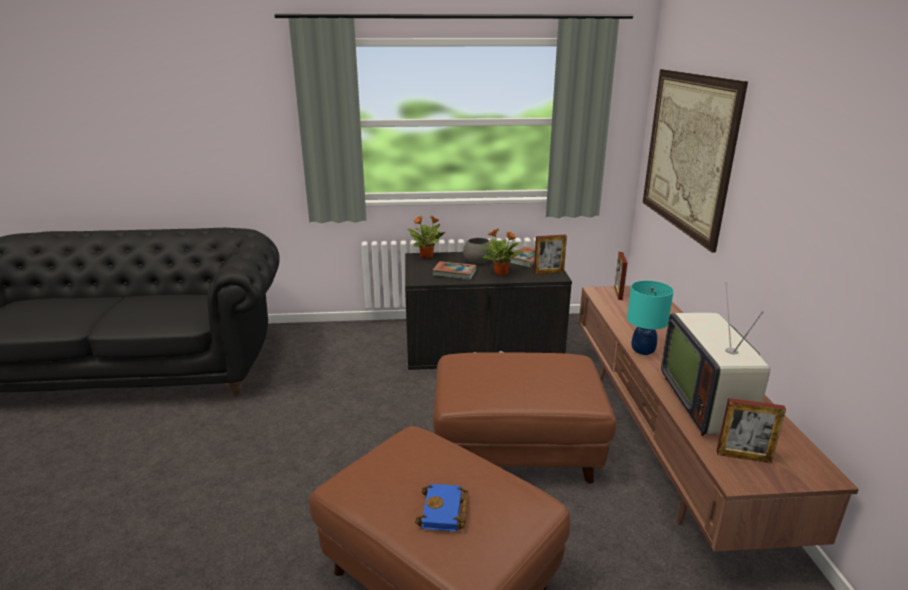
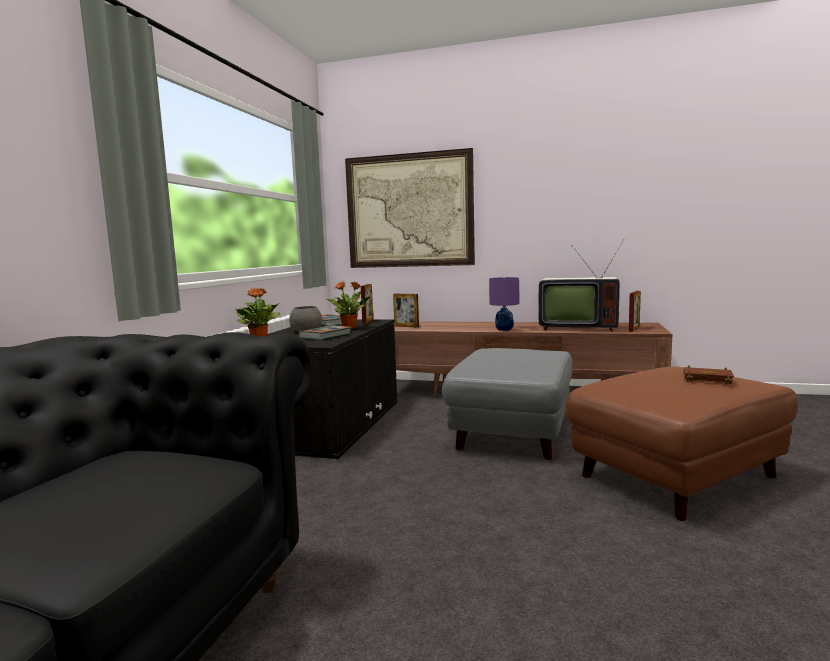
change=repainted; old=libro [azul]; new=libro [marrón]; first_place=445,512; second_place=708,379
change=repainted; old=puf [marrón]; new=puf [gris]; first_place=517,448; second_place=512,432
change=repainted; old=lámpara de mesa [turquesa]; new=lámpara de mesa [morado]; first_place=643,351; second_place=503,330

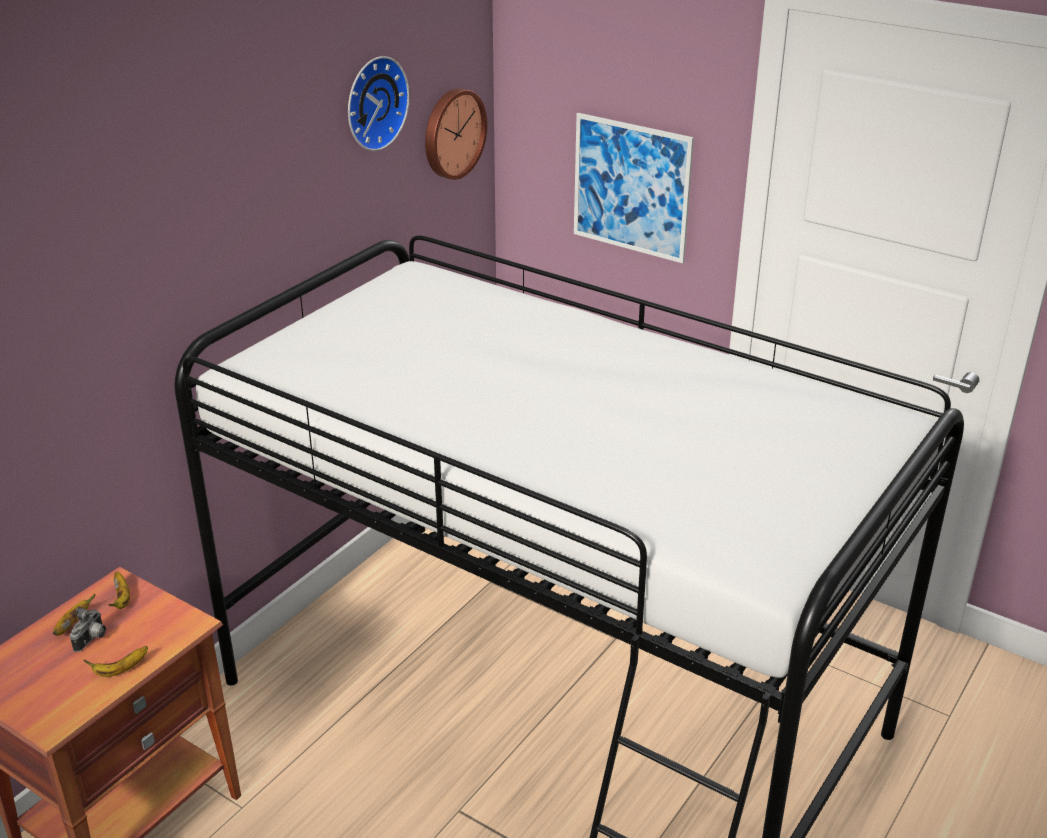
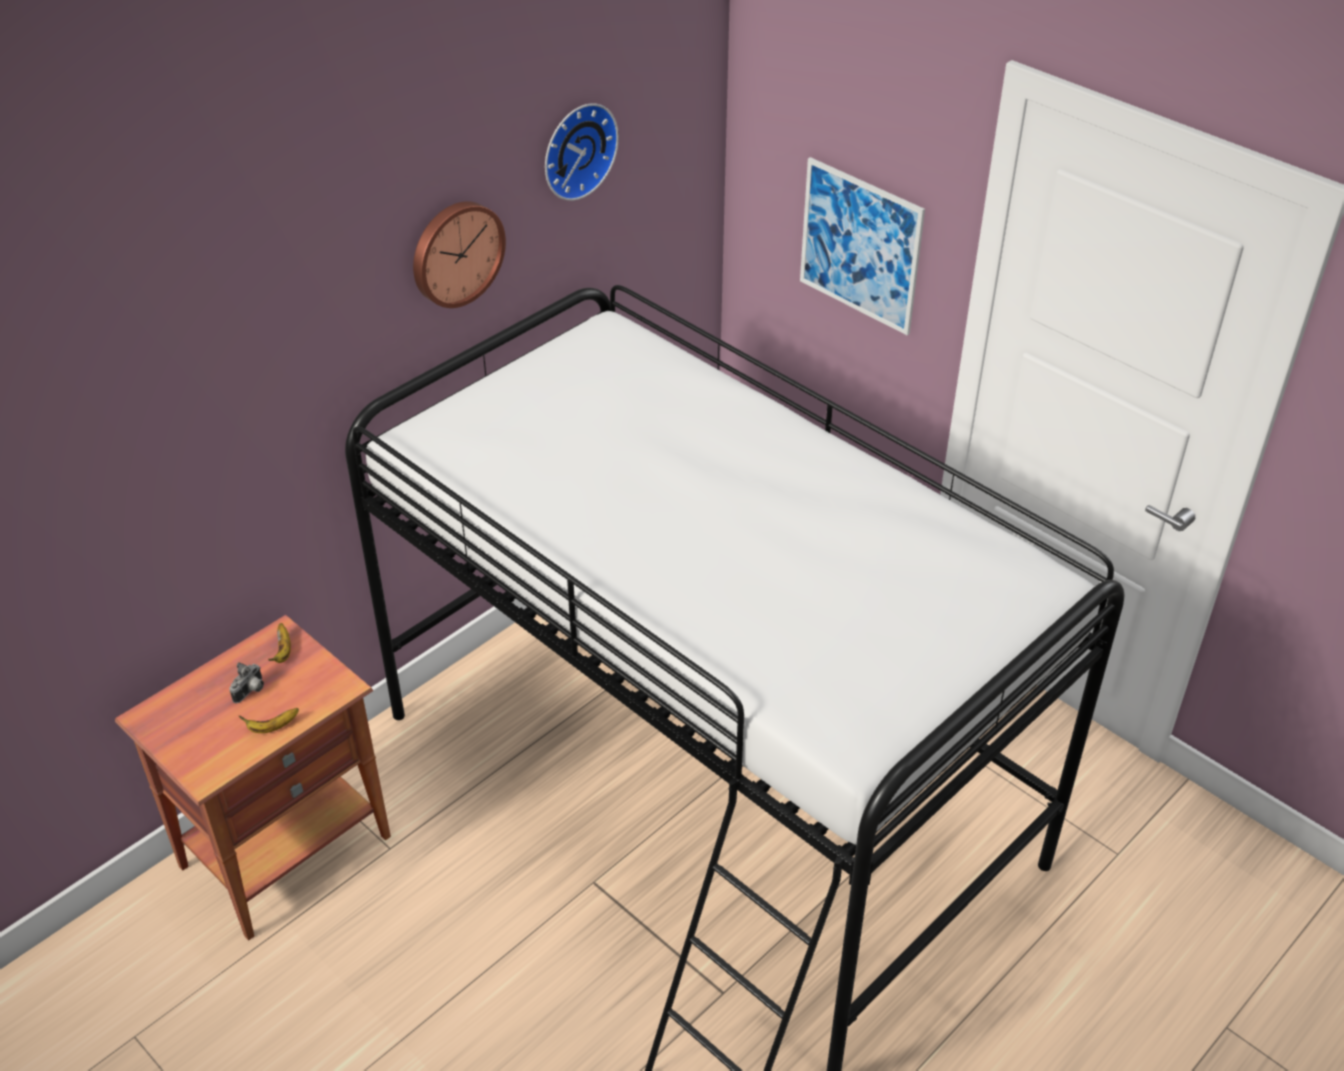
change=gone; old=plátano; first_place=72,624
change=shifted; old=reloj de pared; first_place=452,133; second_place=455,252

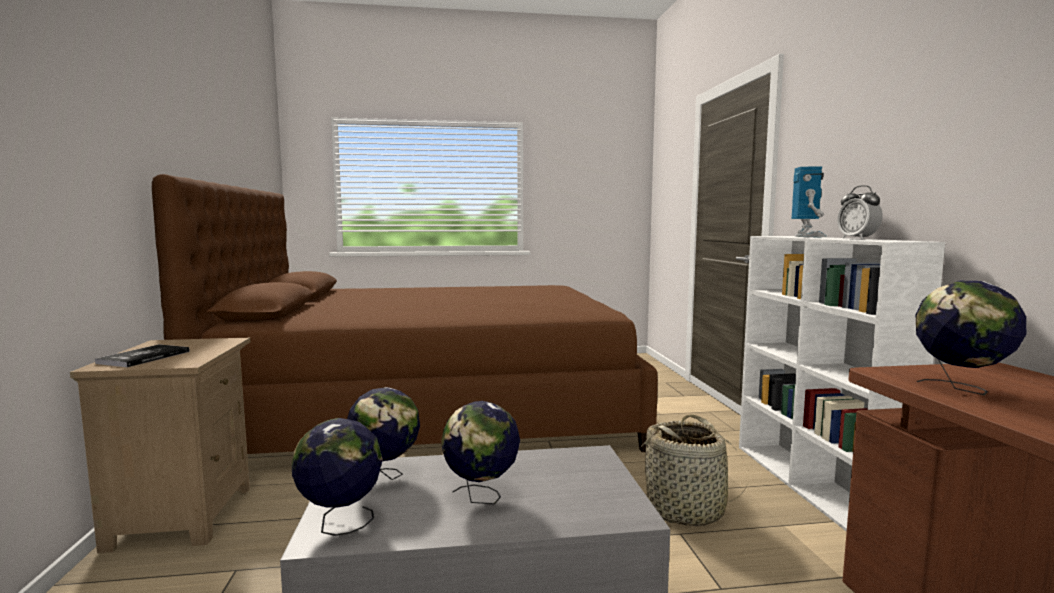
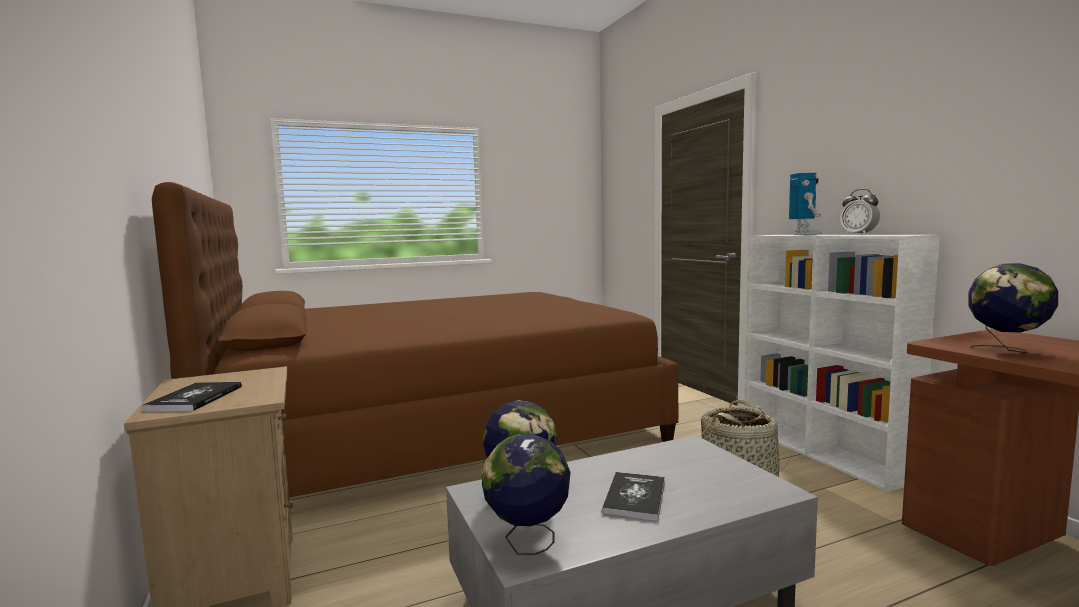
change=swapped; old=globo terráqueo; new=libro; first_place=481,498; second_place=635,497

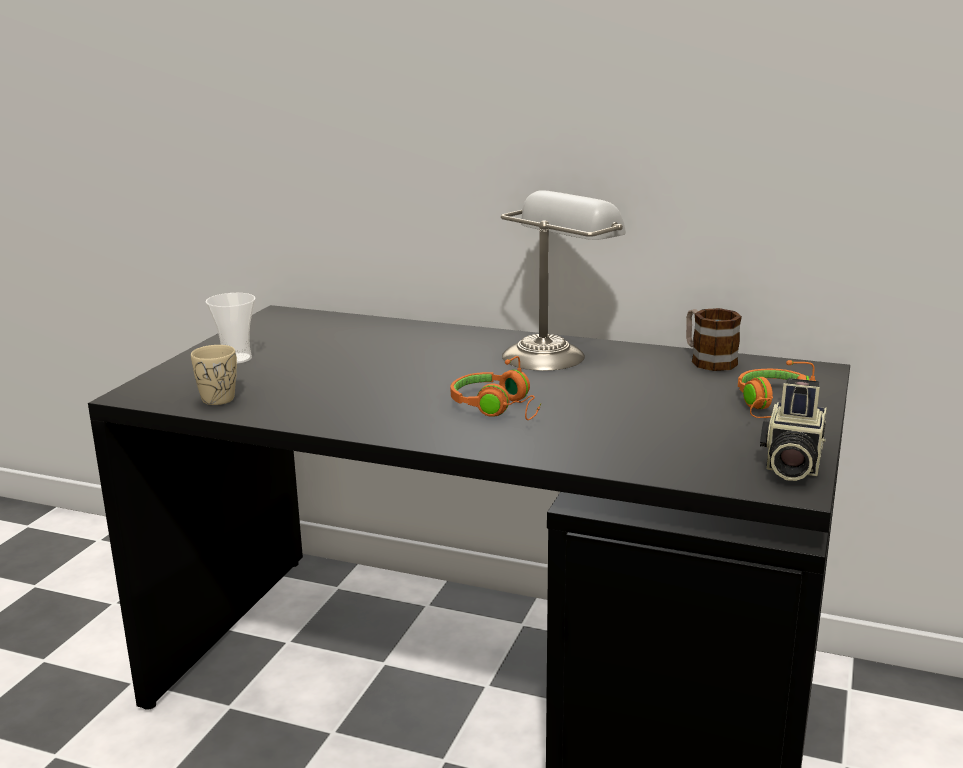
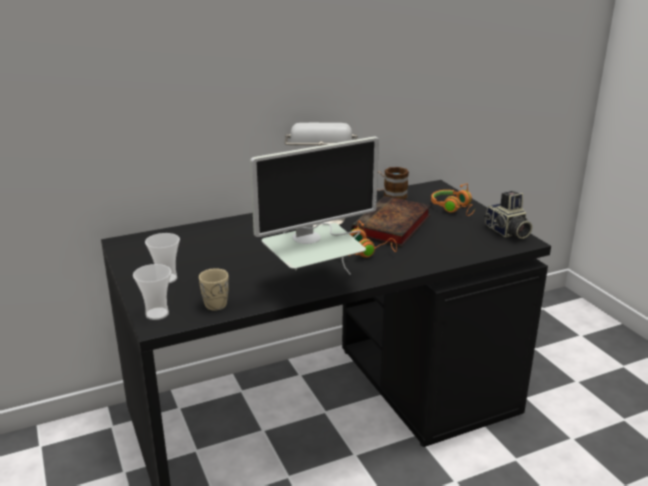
change=new; new=taza; second_place=157,314
change=new; new=monitor; second_place=313,284
change=new; new=libro; second_place=392,227

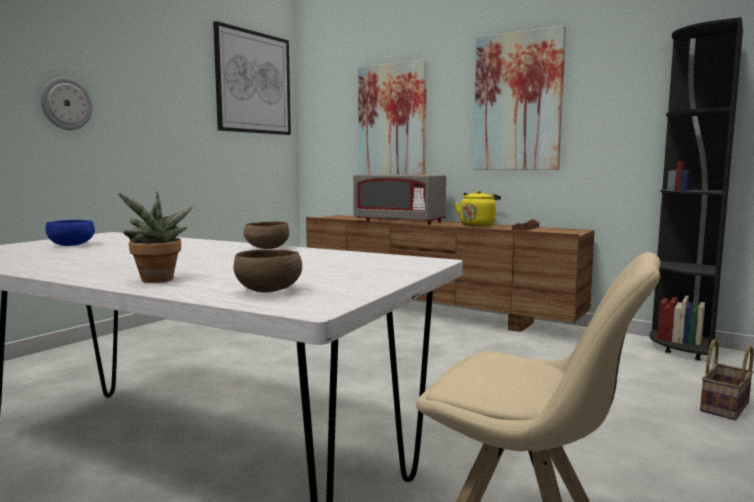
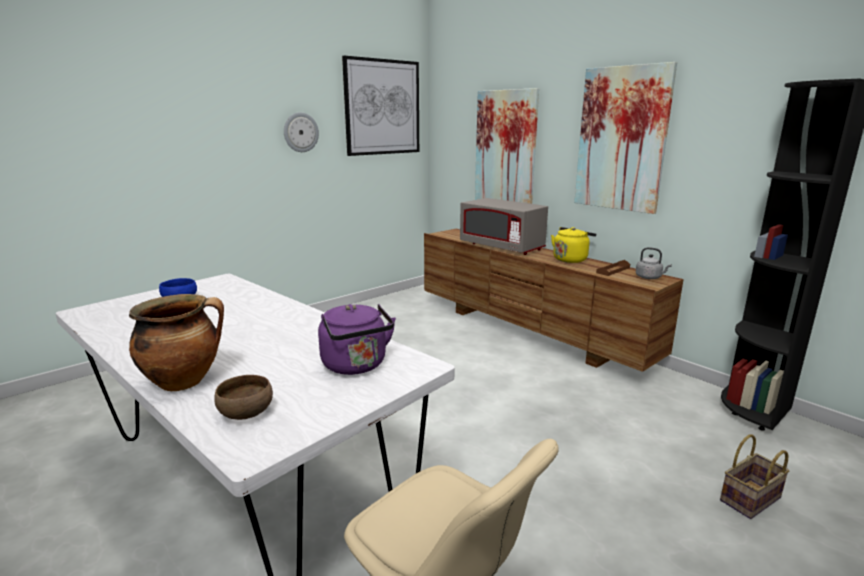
change=gone; old=cuenco [marrón]; first_place=266,248
change=new; new=hervidor [morado]; second_place=356,366
change=new; new=hervidor [gris]; second_place=649,277
change=shifted; old=reloj de pared; first_place=66,104; second_place=300,132
change=swapped; old=planta en maceta; new=olla; first_place=157,281; second_place=185,381

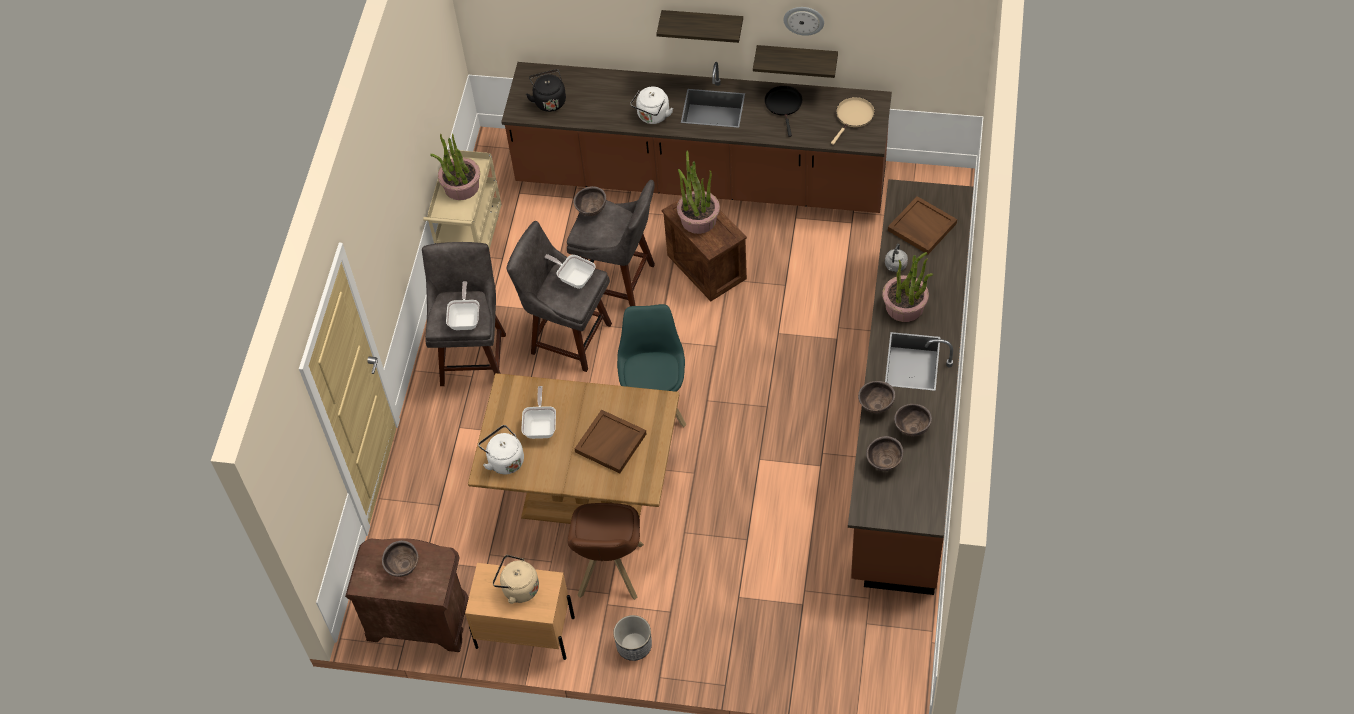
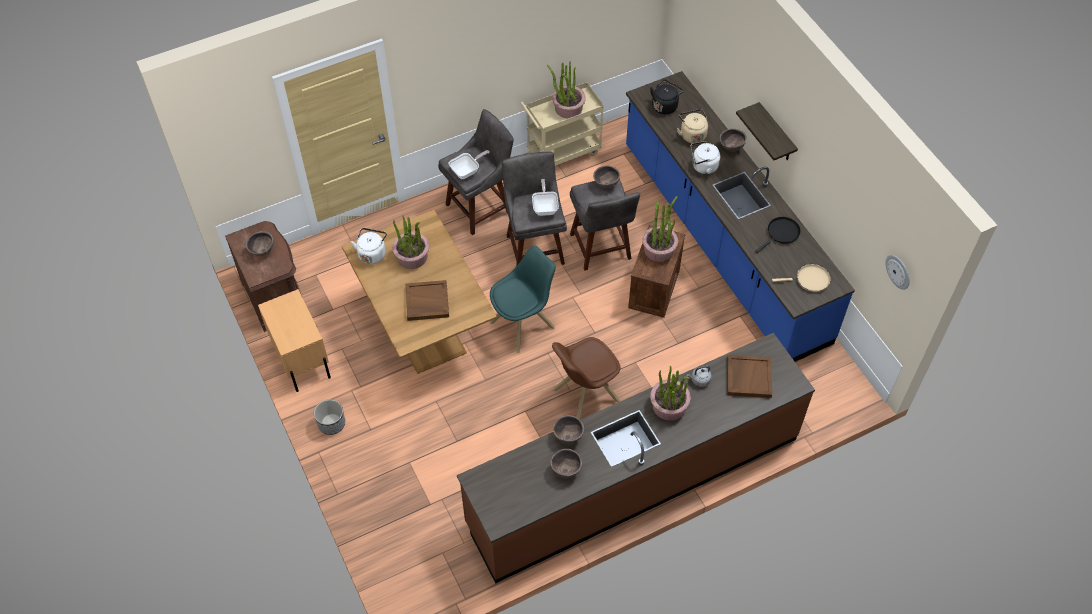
change=gone; old=estante; first_place=797,59
change=shifted; old=hervidor [beis]; first_place=518,588; second_place=692,134
change=shifted; old=silla [marrón]; first_place=609,570; second_place=584,394
change=shifted; old=reloj de pared; first_place=804,20; second_place=898,271
change=shifted; old=cuenco [marrón]; first_place=884,463; second_place=731,148
change=swapped; old=sartén; new=planta en maceta; first_place=541,426; second_place=412,257
change=repainted; old=mueble bajo de cocina [marrón]; new=mueble bajo de cocina [azul]; first_place=700,179; second_place=722,243

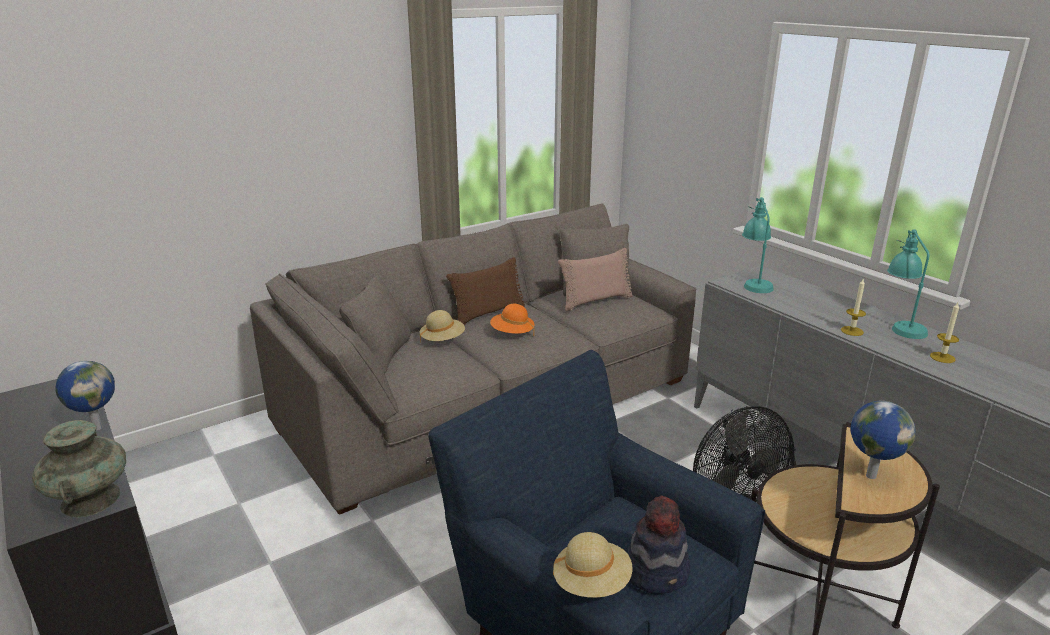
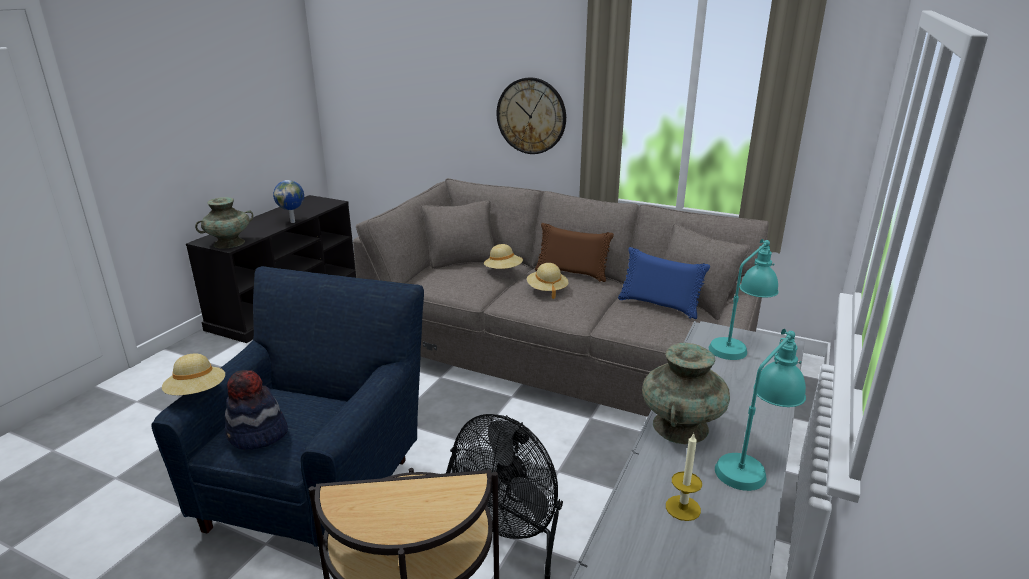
change=gone; old=globo terráqueo; first_place=870,475
change=new; new=reloj de pared; second_place=531,116
change=swapped; old=vela; new=florero [turquesa]; first_place=852,331; second_place=680,426
change=repainted; old=sombrero [naranja]; new=sombrero [beis]; first_place=512,333; second_place=547,290
change=repainted; old=cojín [beis]; new=cojín [azul]; first_place=595,301; second_place=659,306

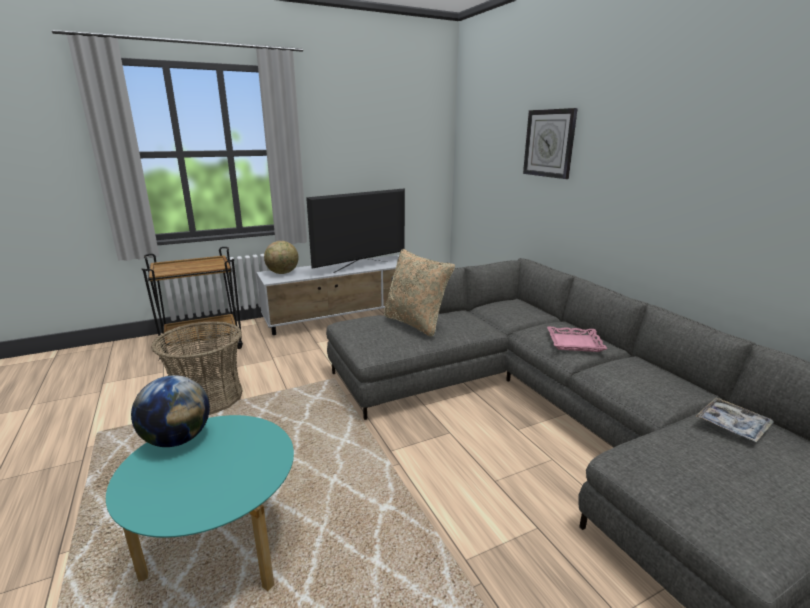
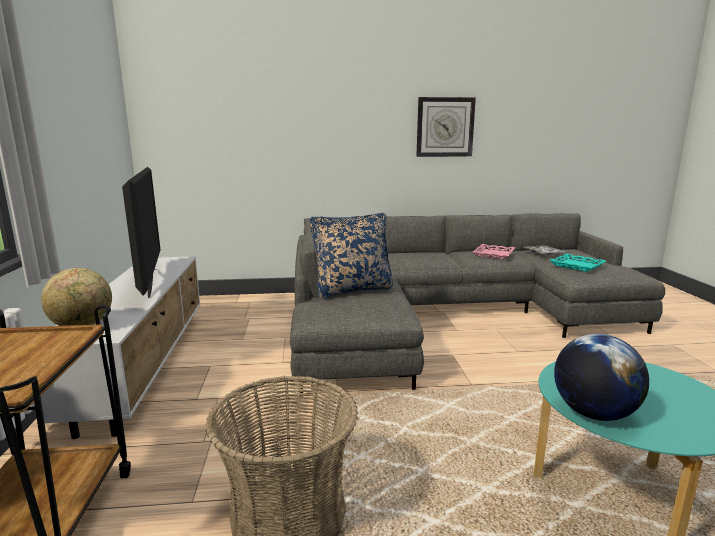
change=new; new=bandeja [turquesa]; second_place=576,266
change=shifted; old=reloj de pared; first_place=549,143; second_place=445,127
change=shifted; old=bandeja [rosa]; first_place=574,343; second_place=494,254
change=repainted; old=cojín [beis]; new=cojín [azul]; first_place=415,325; second_place=353,291

